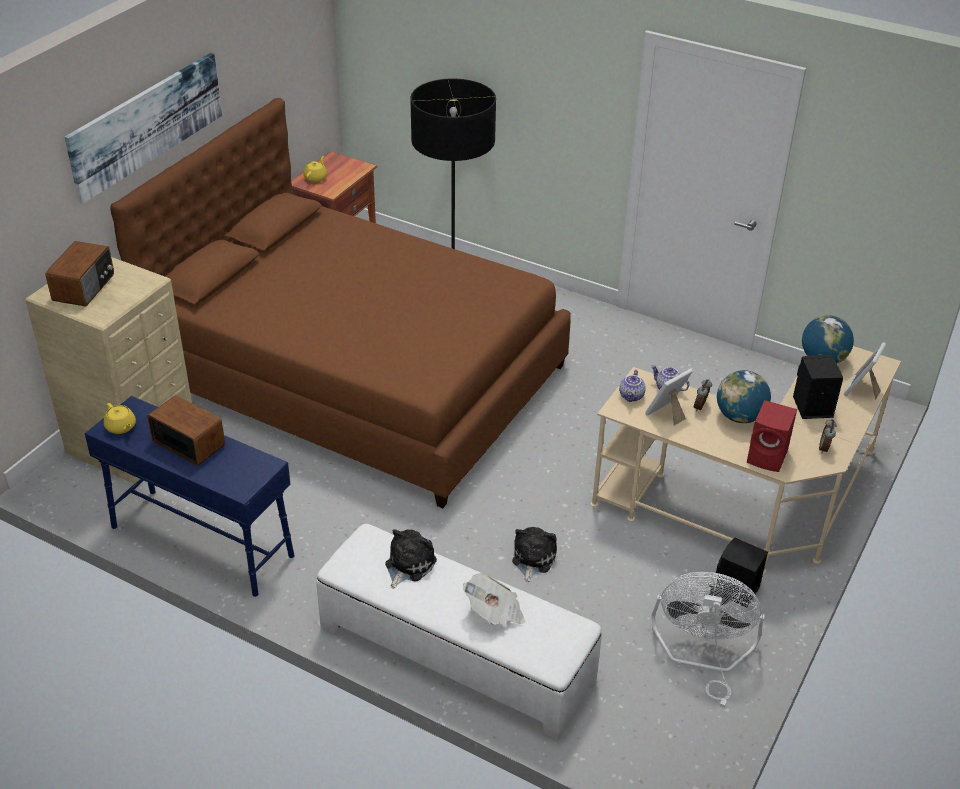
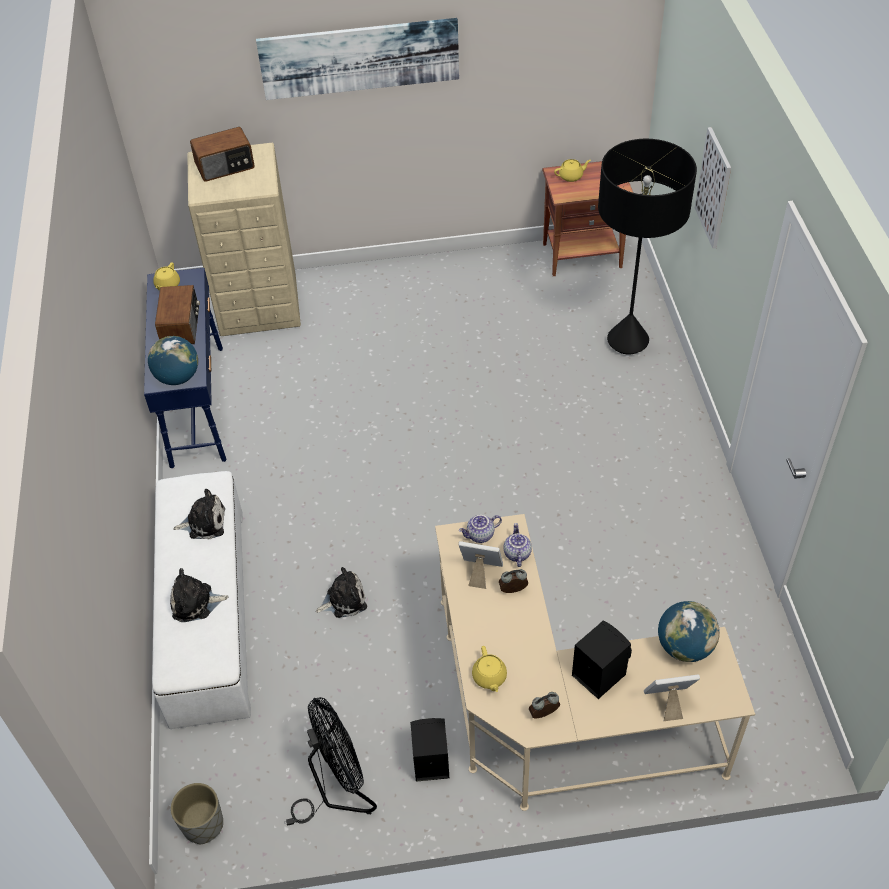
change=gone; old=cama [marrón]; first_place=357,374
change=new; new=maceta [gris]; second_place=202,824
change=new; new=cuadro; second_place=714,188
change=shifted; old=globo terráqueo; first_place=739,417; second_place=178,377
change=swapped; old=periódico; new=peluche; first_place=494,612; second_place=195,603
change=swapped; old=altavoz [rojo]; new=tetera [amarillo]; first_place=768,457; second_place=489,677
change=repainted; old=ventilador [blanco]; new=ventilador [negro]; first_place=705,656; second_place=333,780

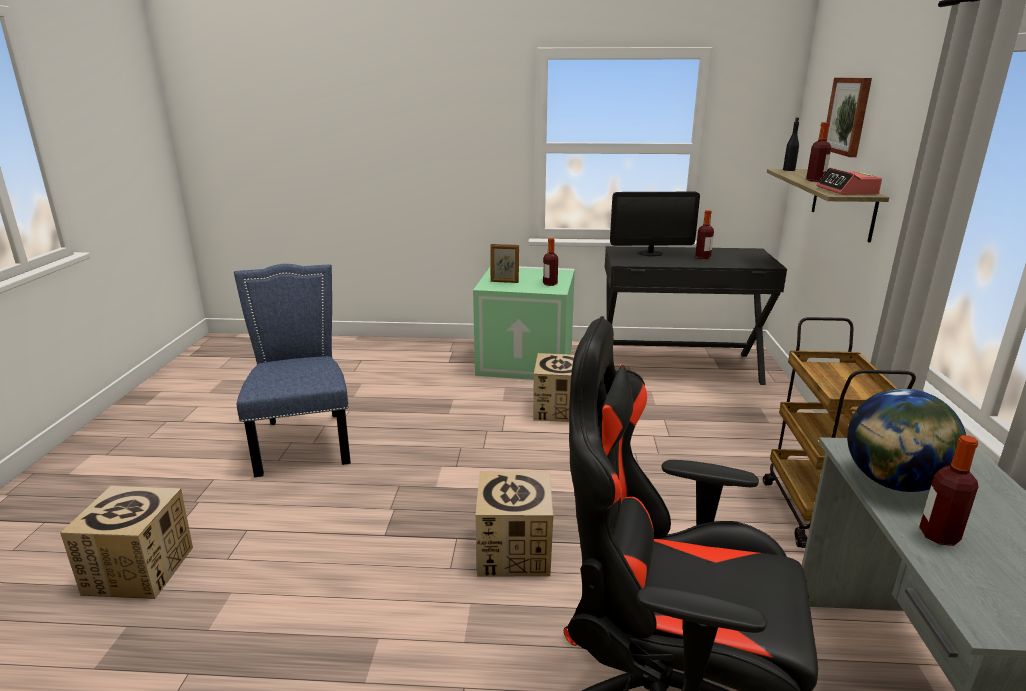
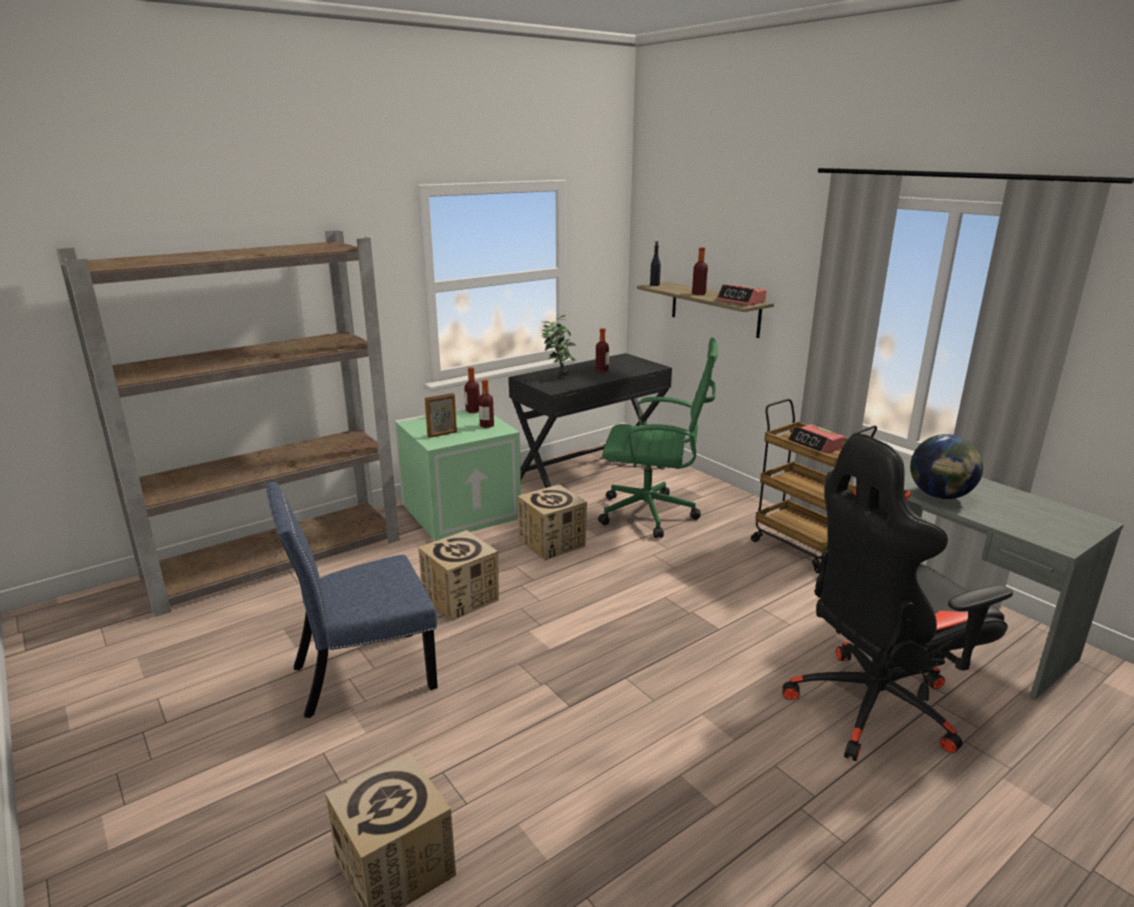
change=gone; old=cuadro; first_place=848,116
change=new; new=estantería [marrón]; second_place=275,558
change=new; new=silla de oficina [verde]; second_place=652,514
change=new; new=despertador; second_place=815,446
change=shifted; old=caja de cartón; first_place=514,551; second_place=461,598
change=shifted; old=botella; first_place=939,535; second_place=473,411
change=swapped; old=monitor; new=planta en maceta; first_place=650,253; second_place=558,376
change=rotated; old=silla [azul]; first_place=304,444; second_place=366,674; degrees=-60

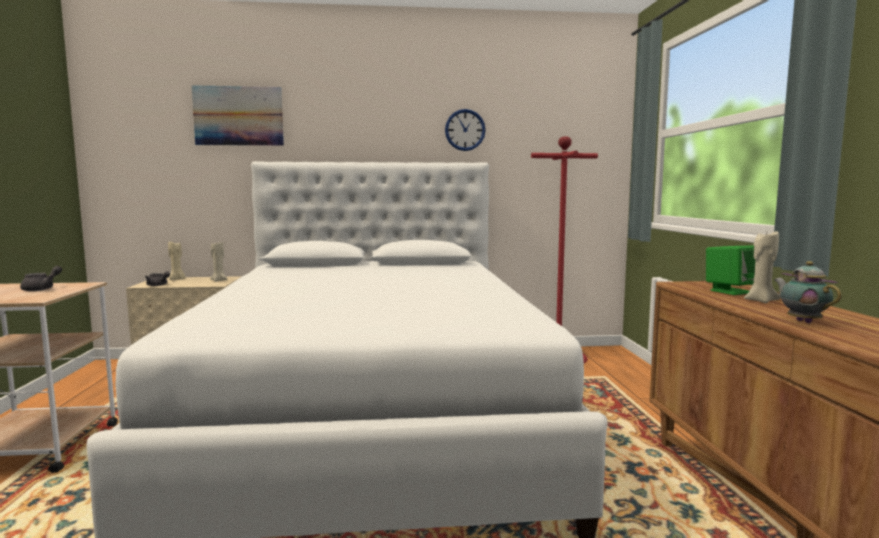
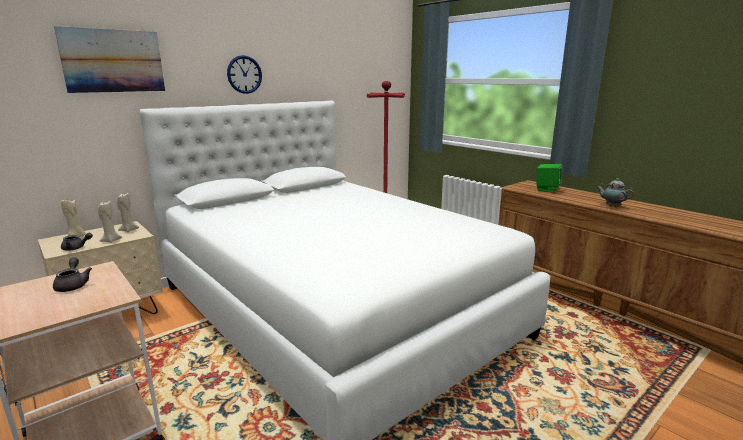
change=shifted; old=reloj de pared; first_place=465,130; second_place=244,74
change=shifted; old=vela [beis]; first_place=760,301; second_place=111,240

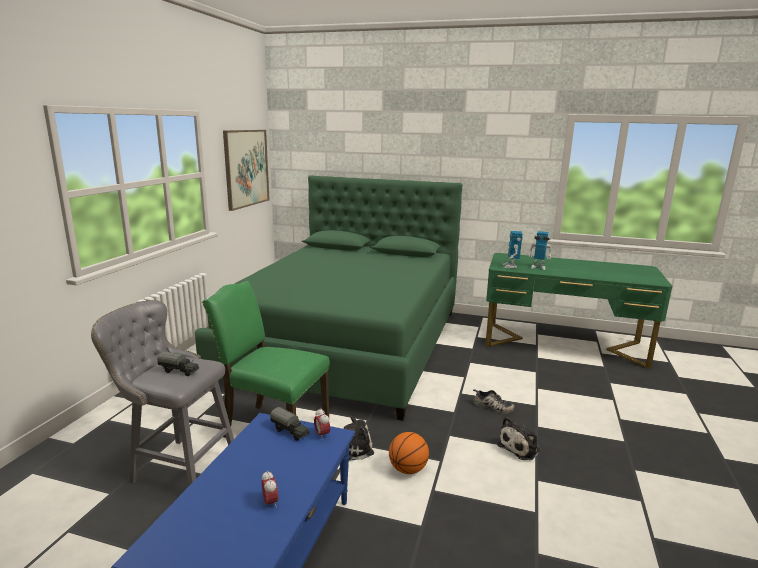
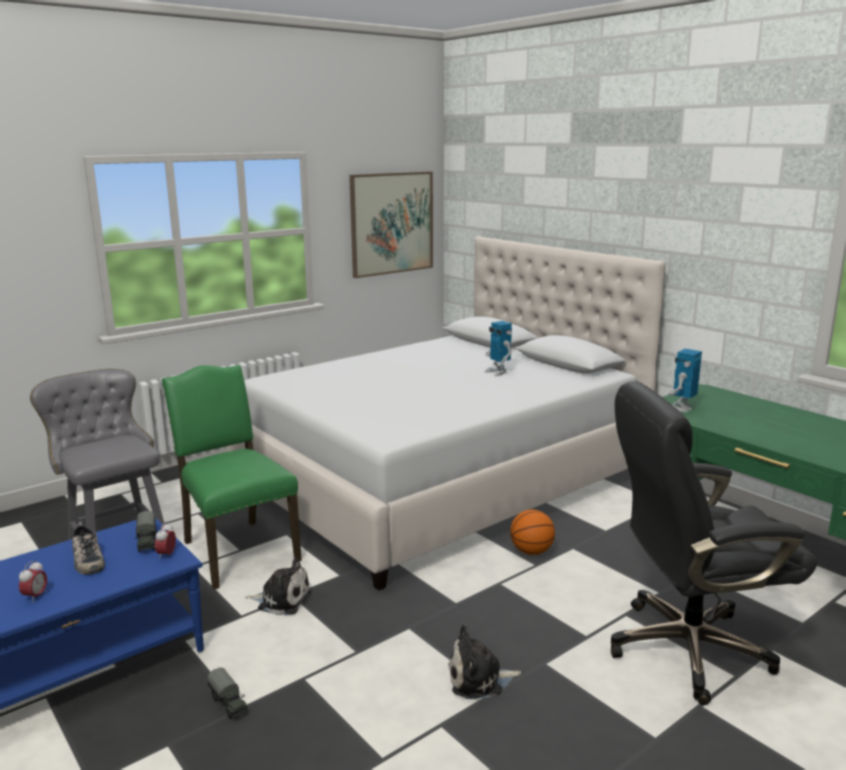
change=new; new=silla de oficina [negro]; second_place=692,648
change=shifted; old=camión de juguete; first_place=179,371; second_place=229,703
change=shifted; old=balón de baloncesto; first_place=408,469; second_place=531,551
change=shifted; old=zapato; first_place=492,407; second_place=86,559
change=shifted; old=robot de juguete; first_place=538,267; second_place=498,372
change=repainted; old=cama [verde]; new=cama [blanco]; first_place=348,343; second_place=441,479

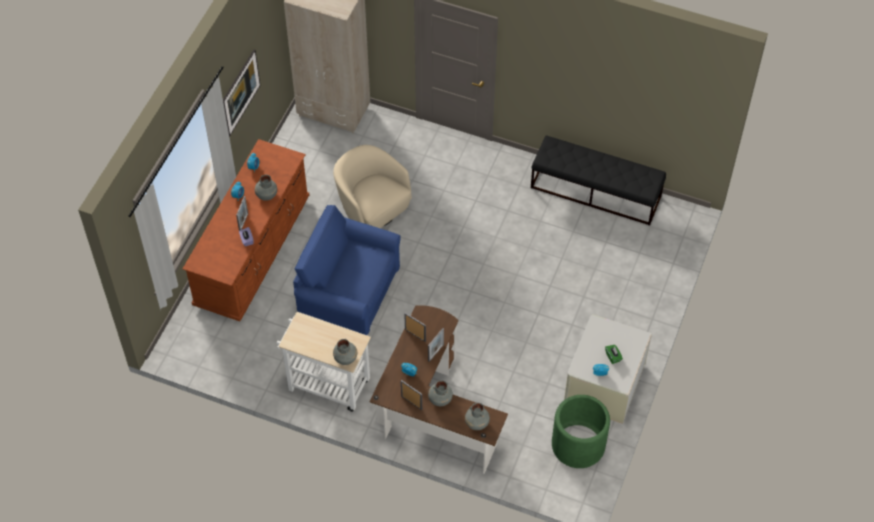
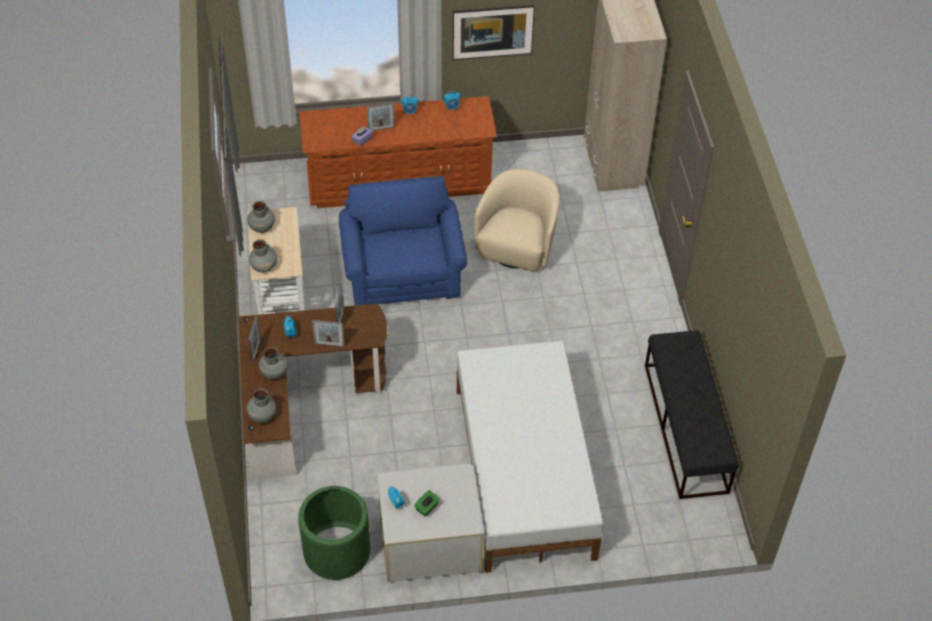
change=new; new=cama [blanco]; second_place=523,472
change=shifted; old=florero [gris]; first_place=266,195; second_place=261,227

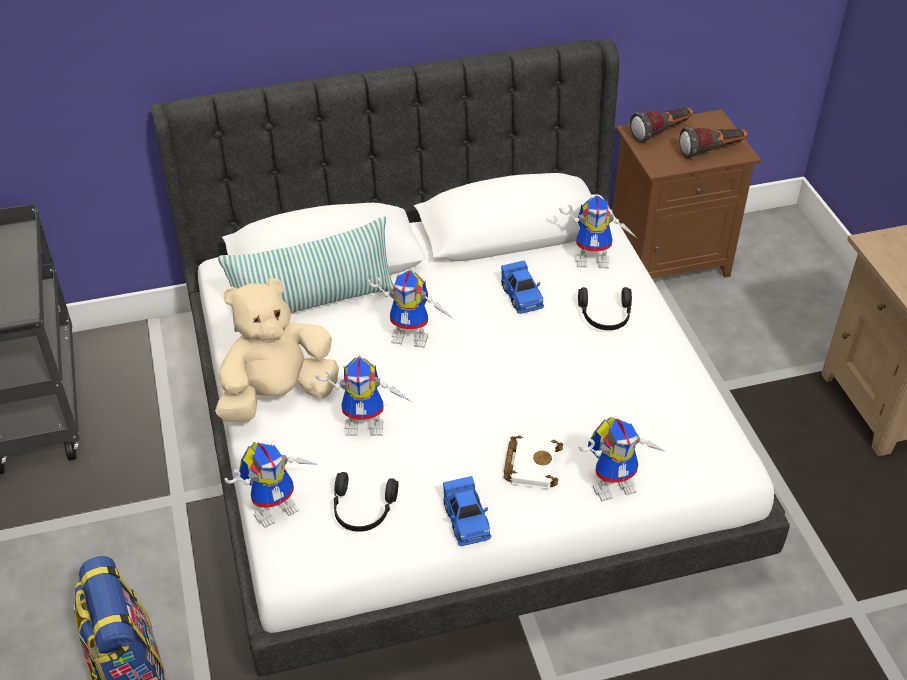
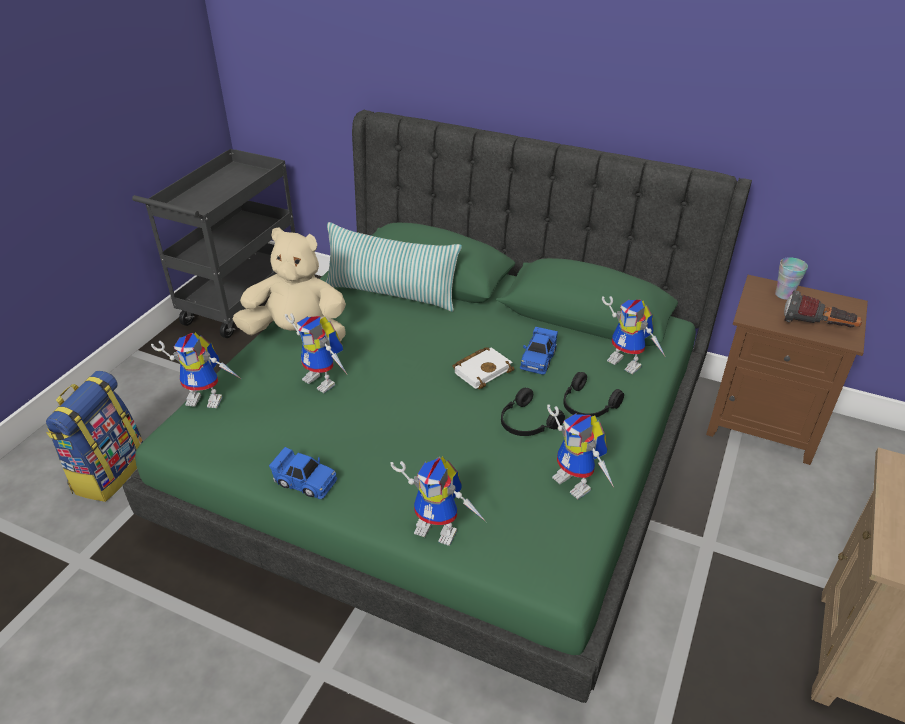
change=shifted; old=auriculares [negro]; first_place=362,510; second_place=526,423
change=shifted; old=robot de juguete; first_place=413,335; second_place=578,483
change=shifted; old=libro [blanco]; first_place=530,463; second_place=482,370
change=swapped; old=linterna; new=taza; first_place=661,133; second_place=784,295
change=repainted; old=cama [blanco]; new=cama [verde]; first_place=453,436; second_place=452,454
change=rotated; old=coche de juguete [azul]; first_place=466,520; second_place=305,481; degrees=-90

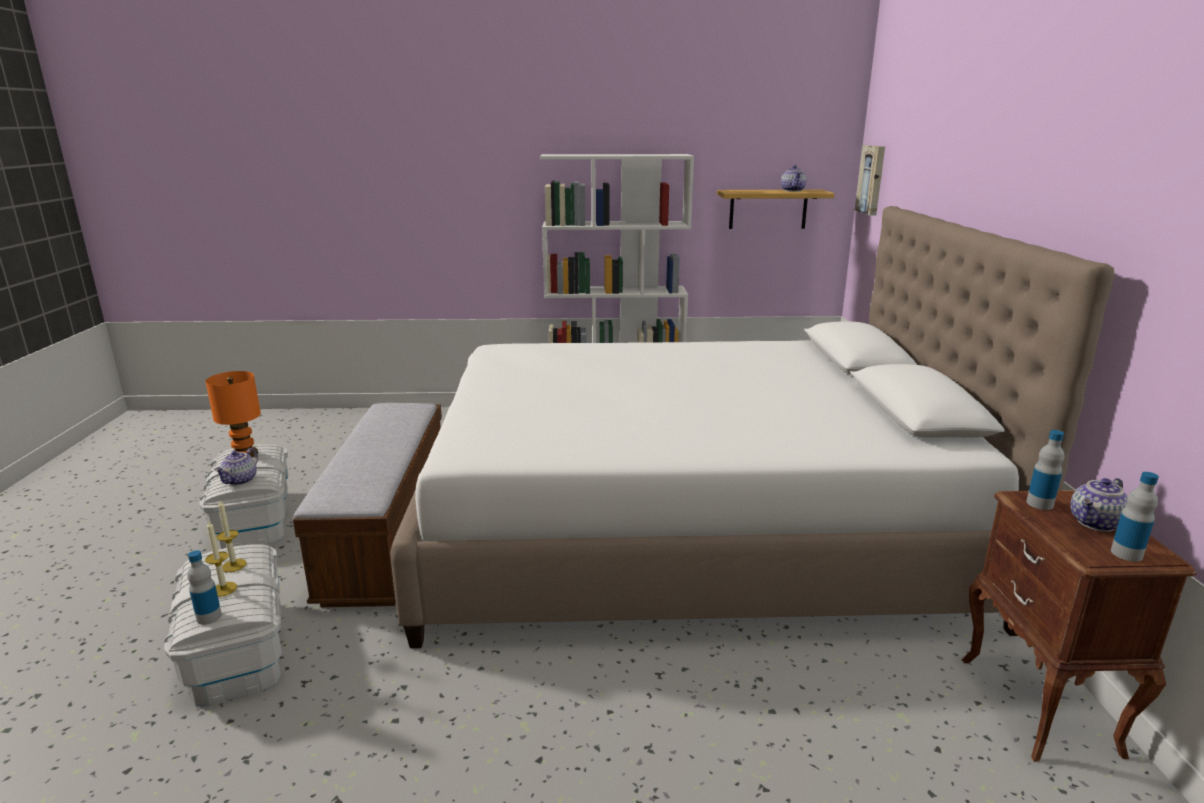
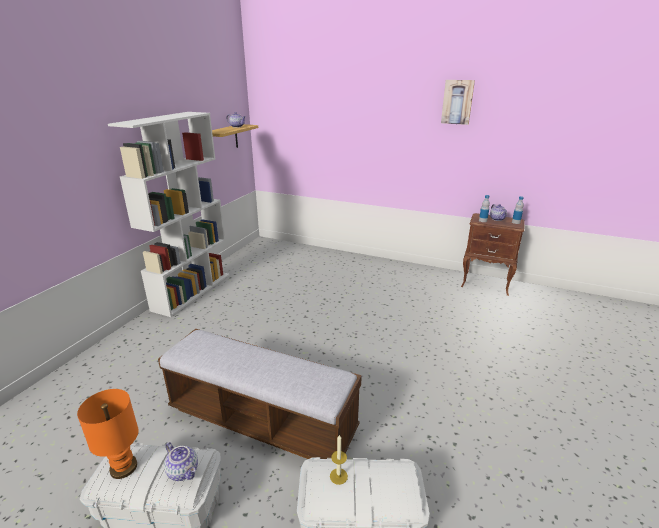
change=gone; old=botella; first_place=209,617
change=gone; old=vela; first_place=223,589
change=gone; old=cama [blanco]; first_place=690,530
change=shifted; old=cuadro; first_place=872,179; second_place=457,102

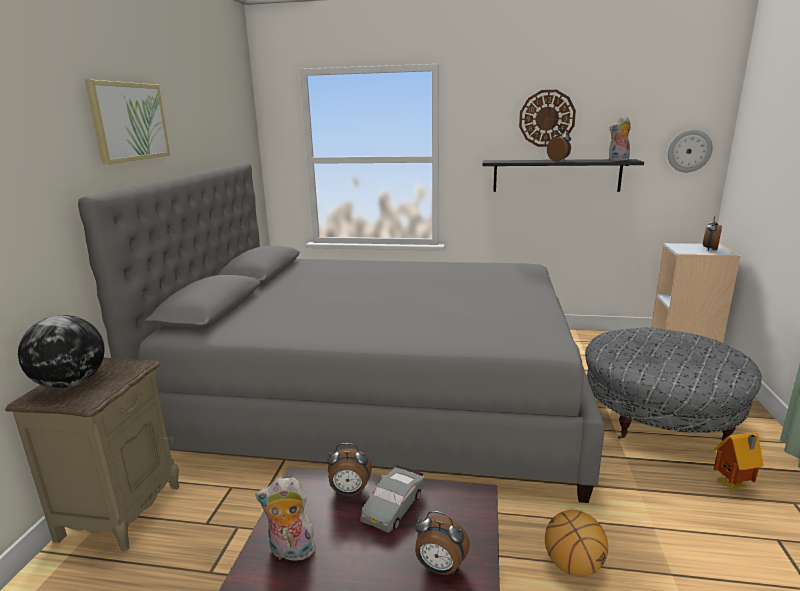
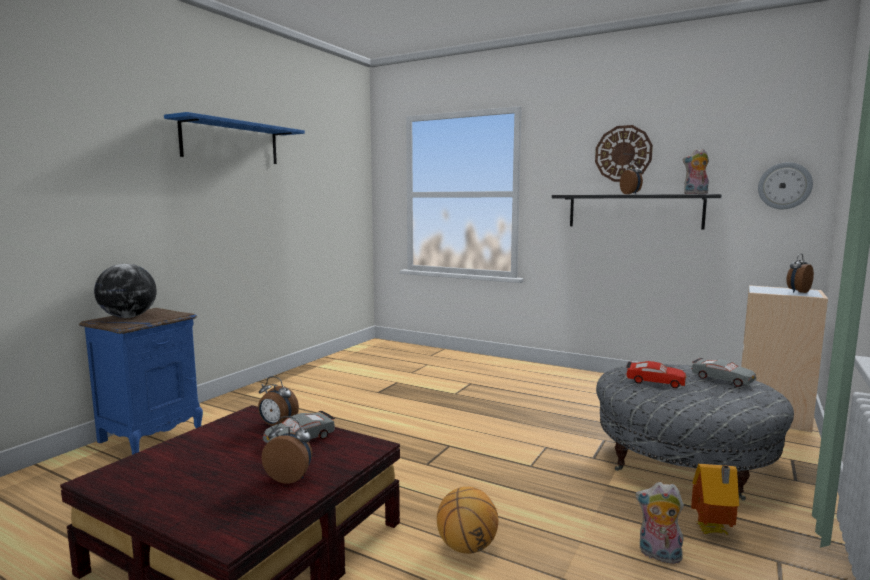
change=gone; old=cama [gris]; first_place=378,398
change=new; new=coche de juguete [rojo]; second_place=655,381
change=new; new=coche de juguete [gris]; second_place=722,379
change=shifted; old=peluche; first_place=290,552; second_place=658,555
change=swapped; old=cuadro; new=estante [azul]; first_place=129,122; second_place=231,142
change=repainted; old=mesita de noche [beis]; new=mesita de noche [azul]; first_place=123,512; second_place=152,435
change=rotated; old=despertador; first_place=440,568; second_place=290,477; degrees=150

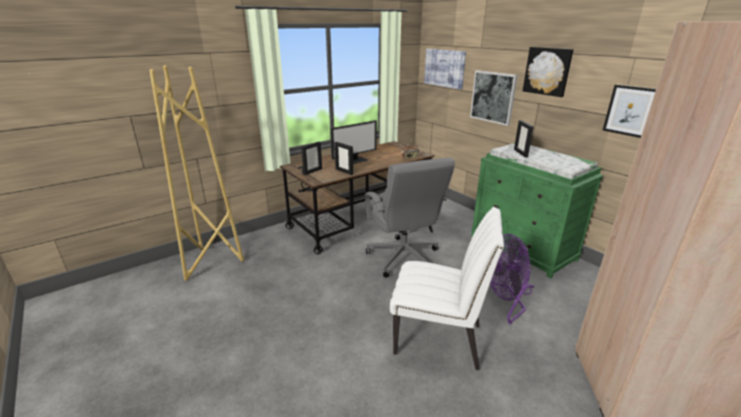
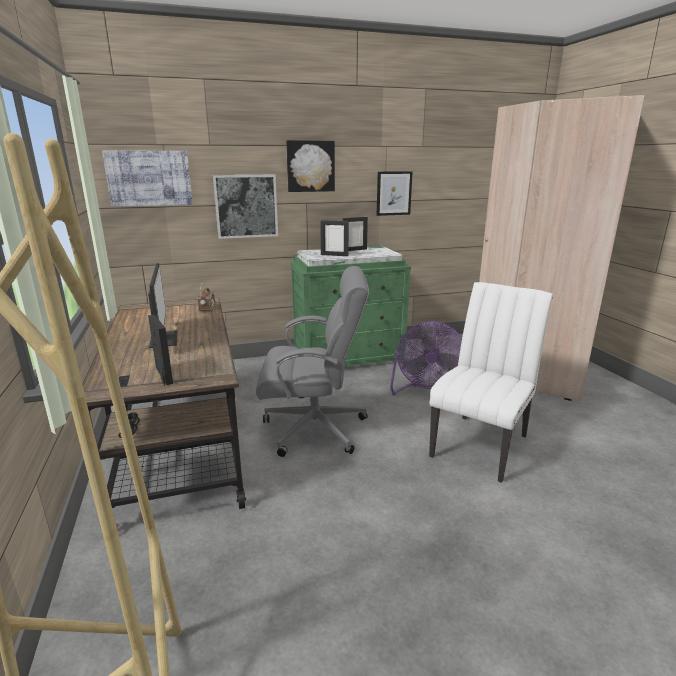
change=shifted; old=portarretratos; first_place=344,171; second_place=354,250

